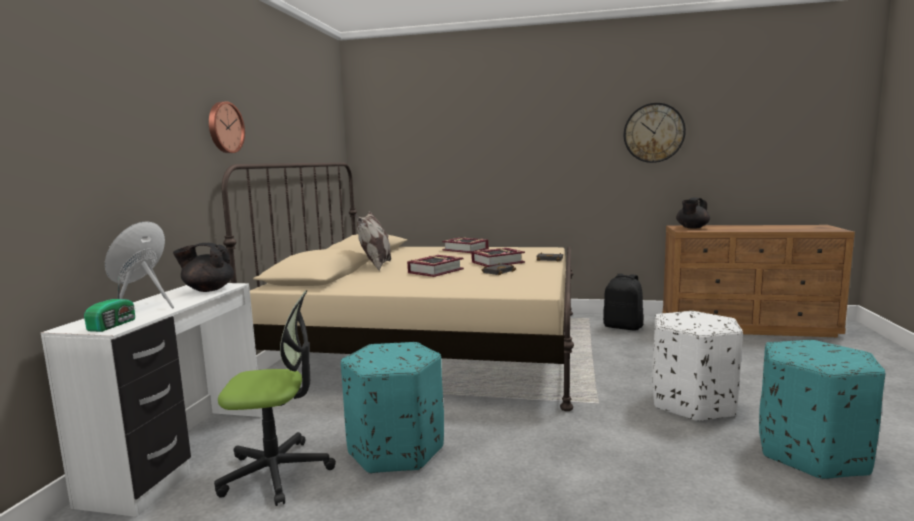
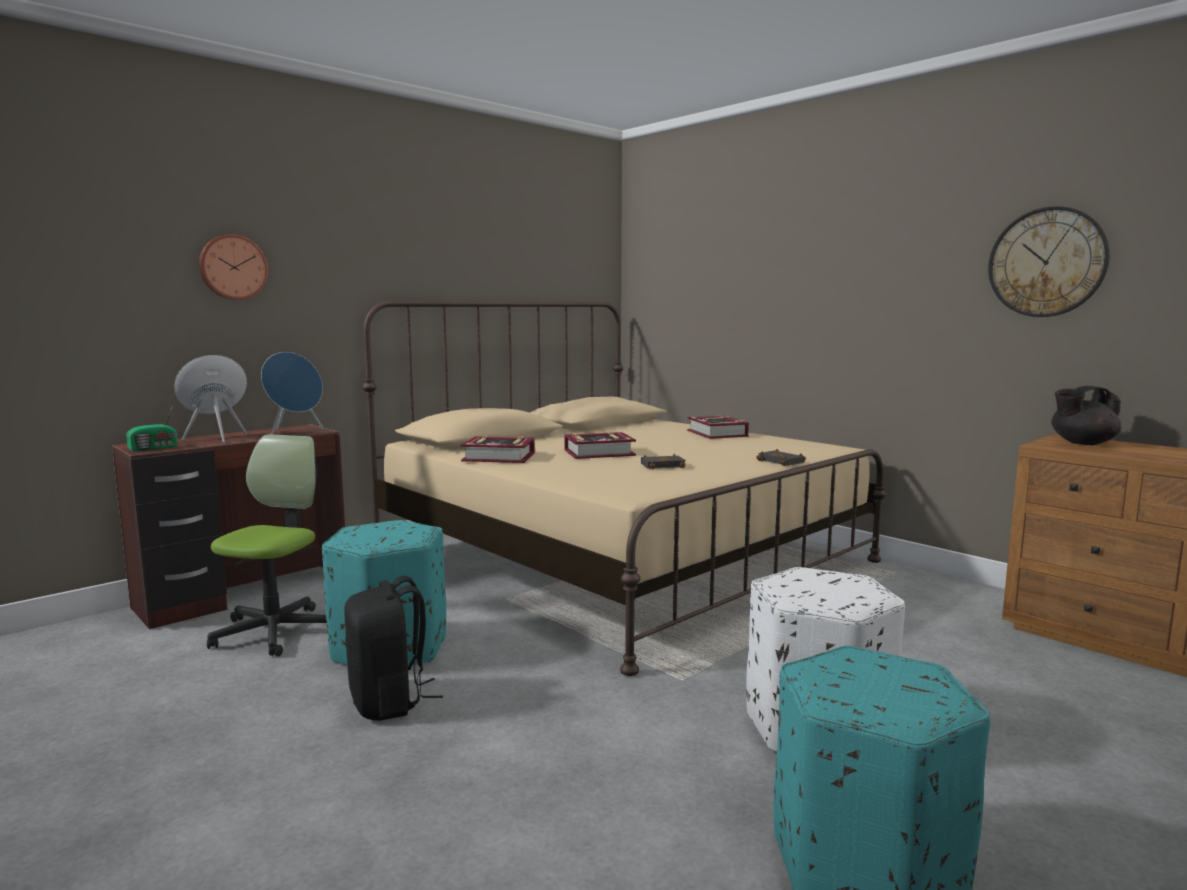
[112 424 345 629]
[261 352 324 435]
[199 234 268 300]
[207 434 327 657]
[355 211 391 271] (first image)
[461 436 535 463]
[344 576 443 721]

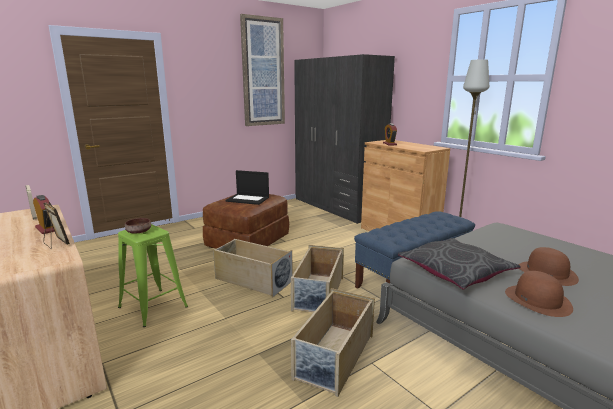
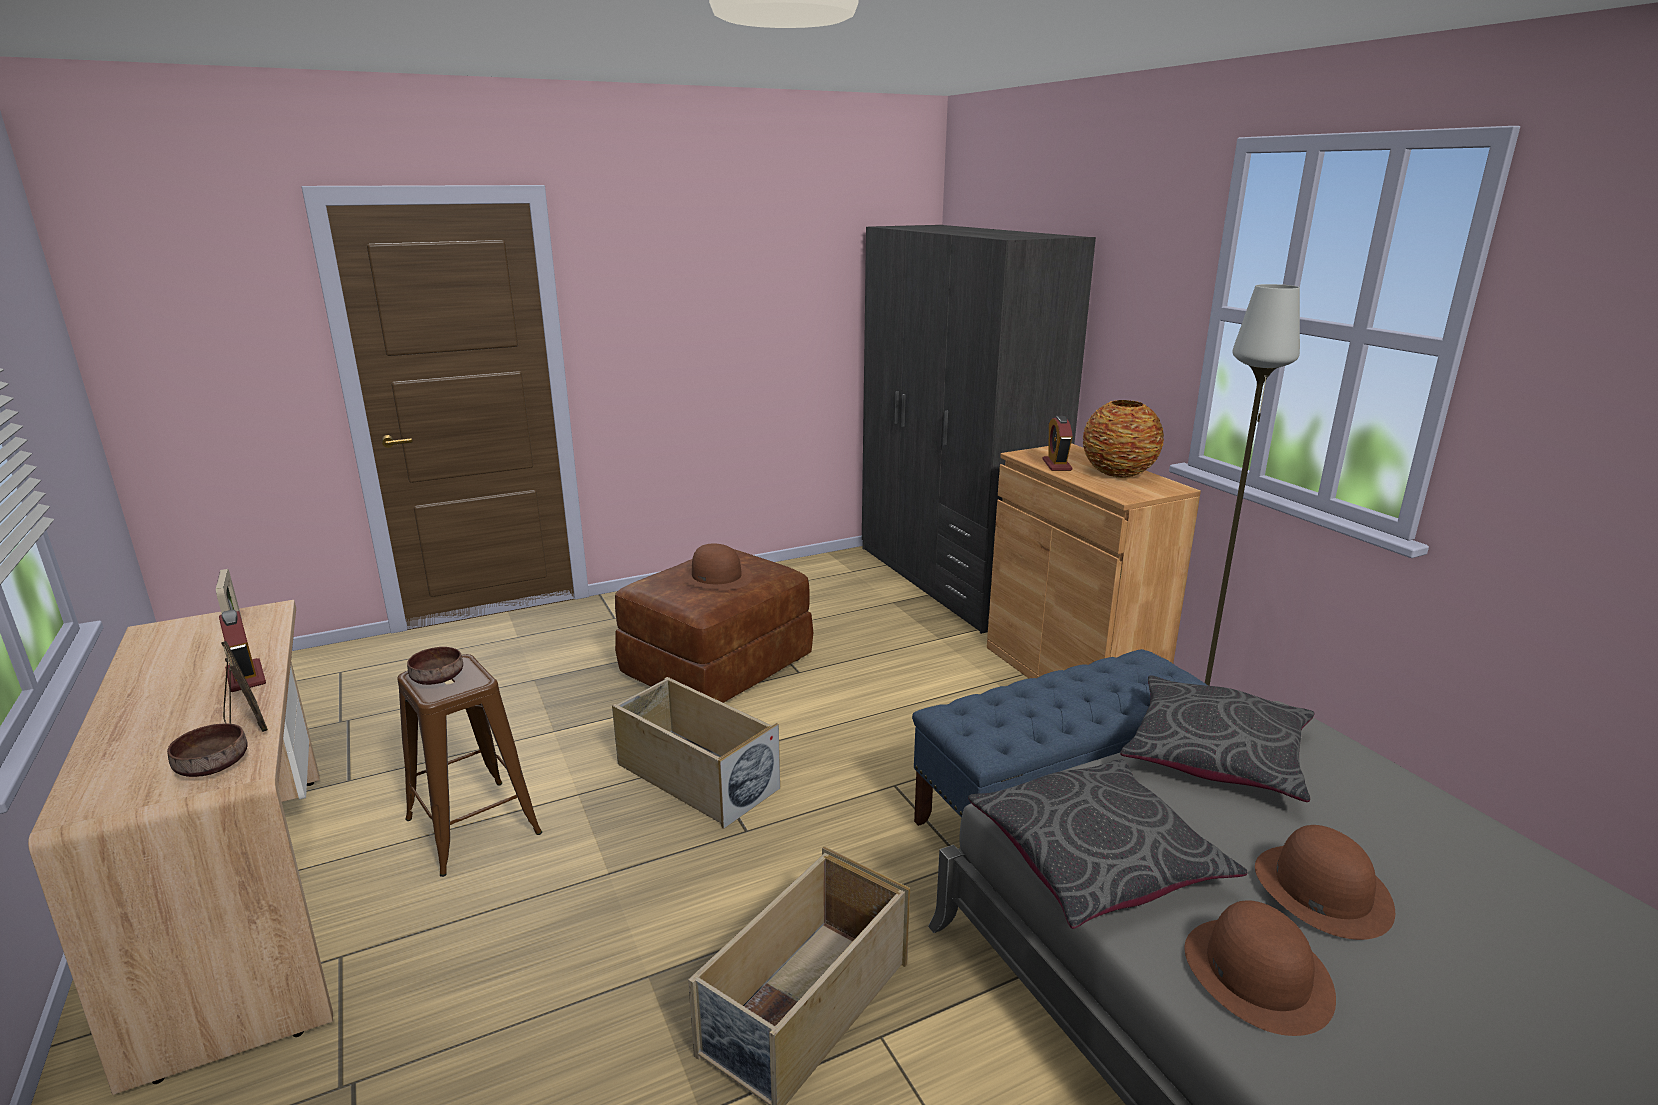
[397 654 542 877]
[681 544 753 590]
[240 14 285 126] (first image)
[291 245 344 312] (first image)
[167 724 248 777]
[1083 400 1164 478]
[1120 676 1314 802]

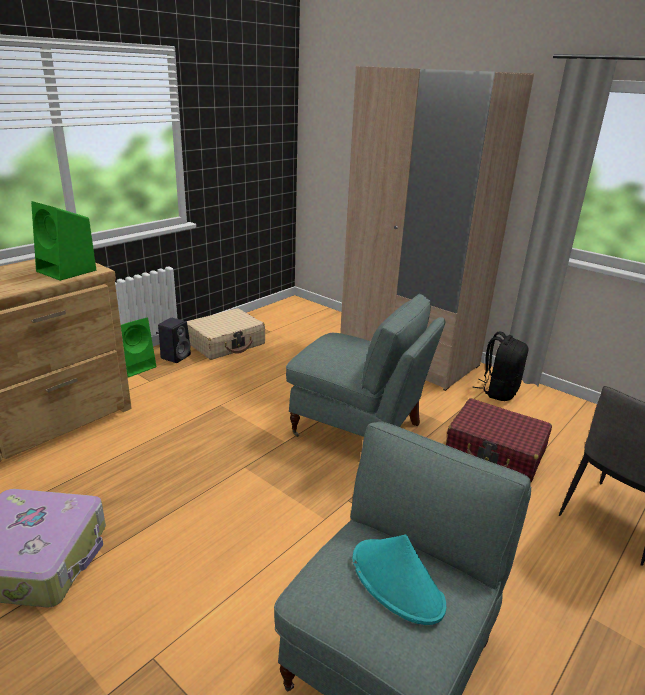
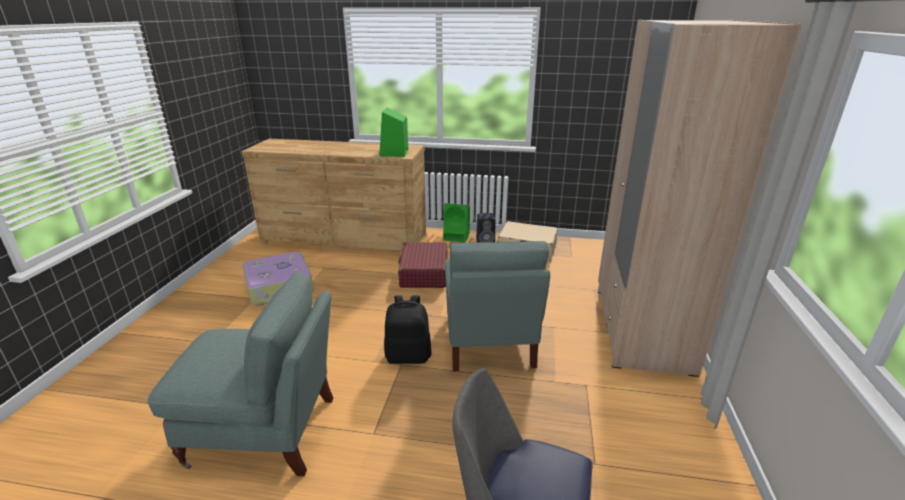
[353 534 446 625] (first image)
[398 242 448 288]
[384 295 432 364]

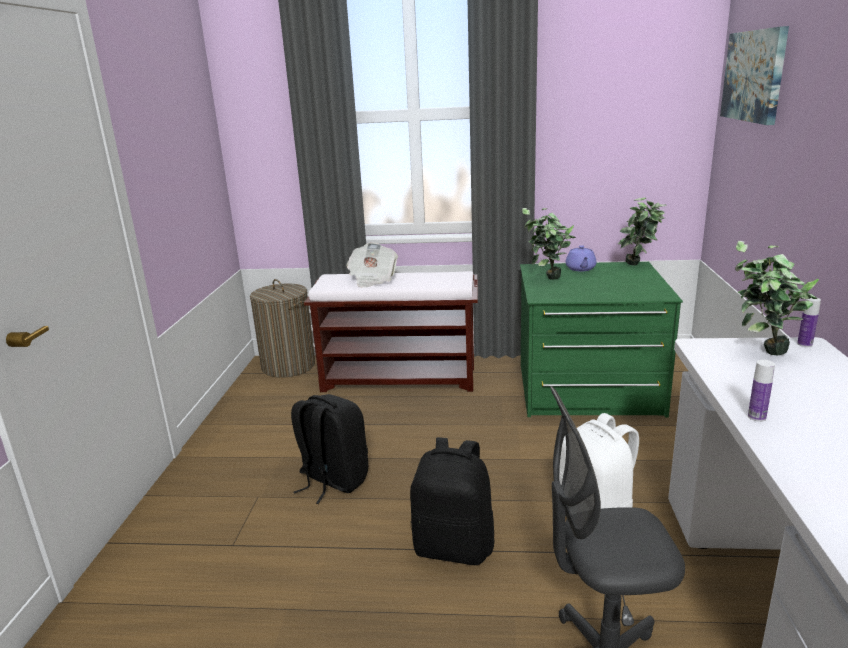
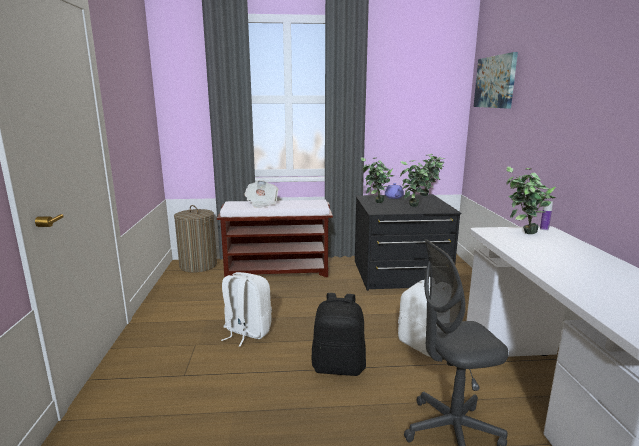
[221 272 272 347]
[355 194 462 291]
[748 360 775 422] (first image)
[400 160 430 207]

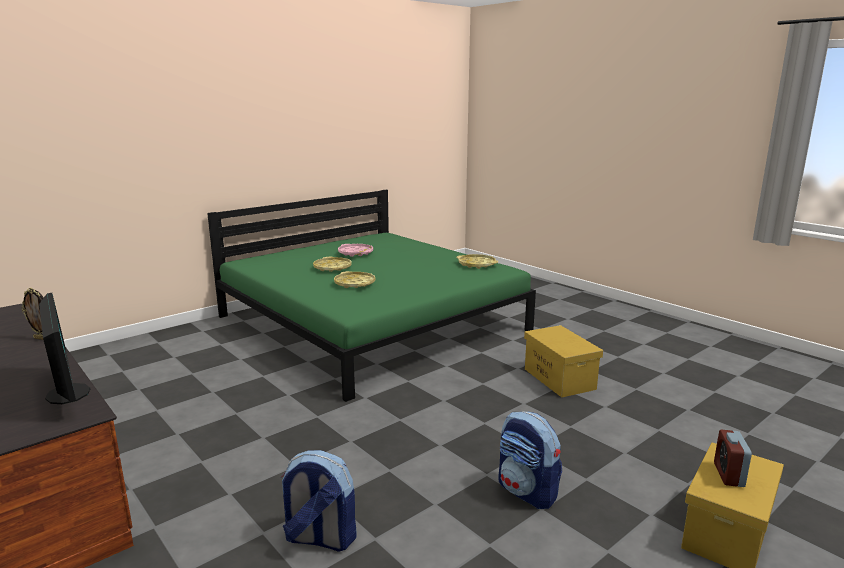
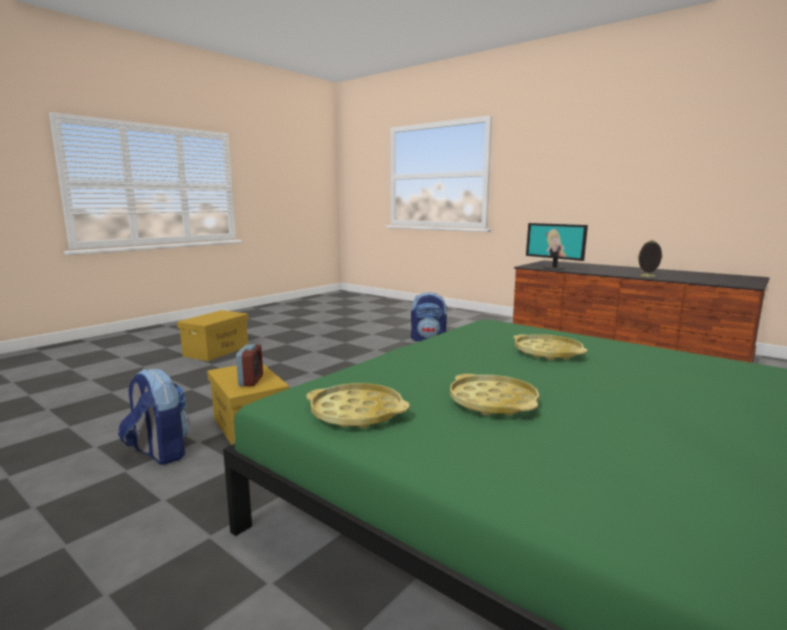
[450 374 539 416]
[338 244 373 257] (first image)
[118 369 190 464]
[236 344 263 386]

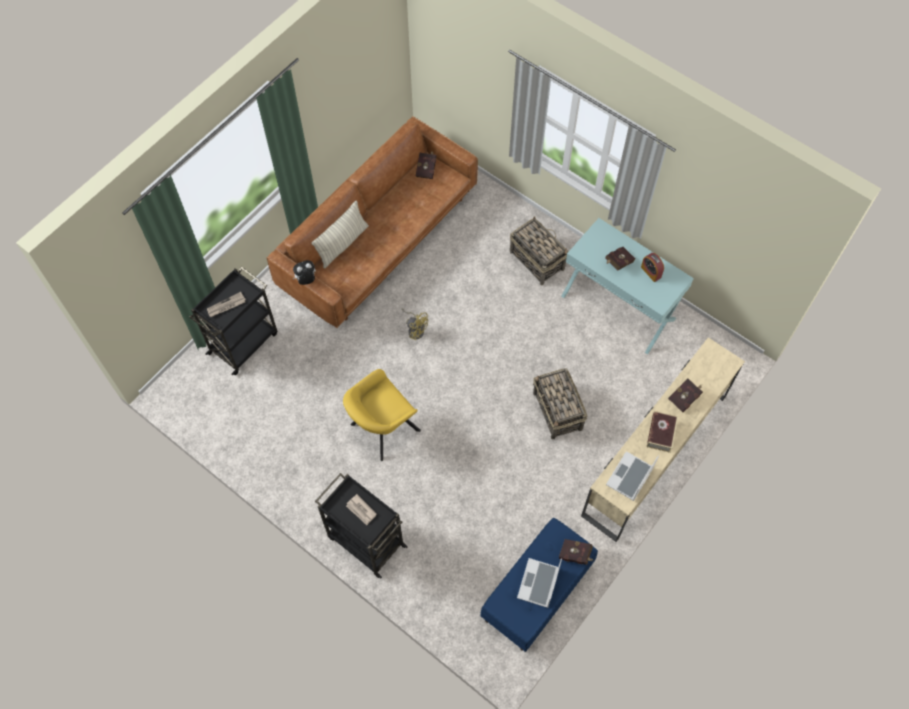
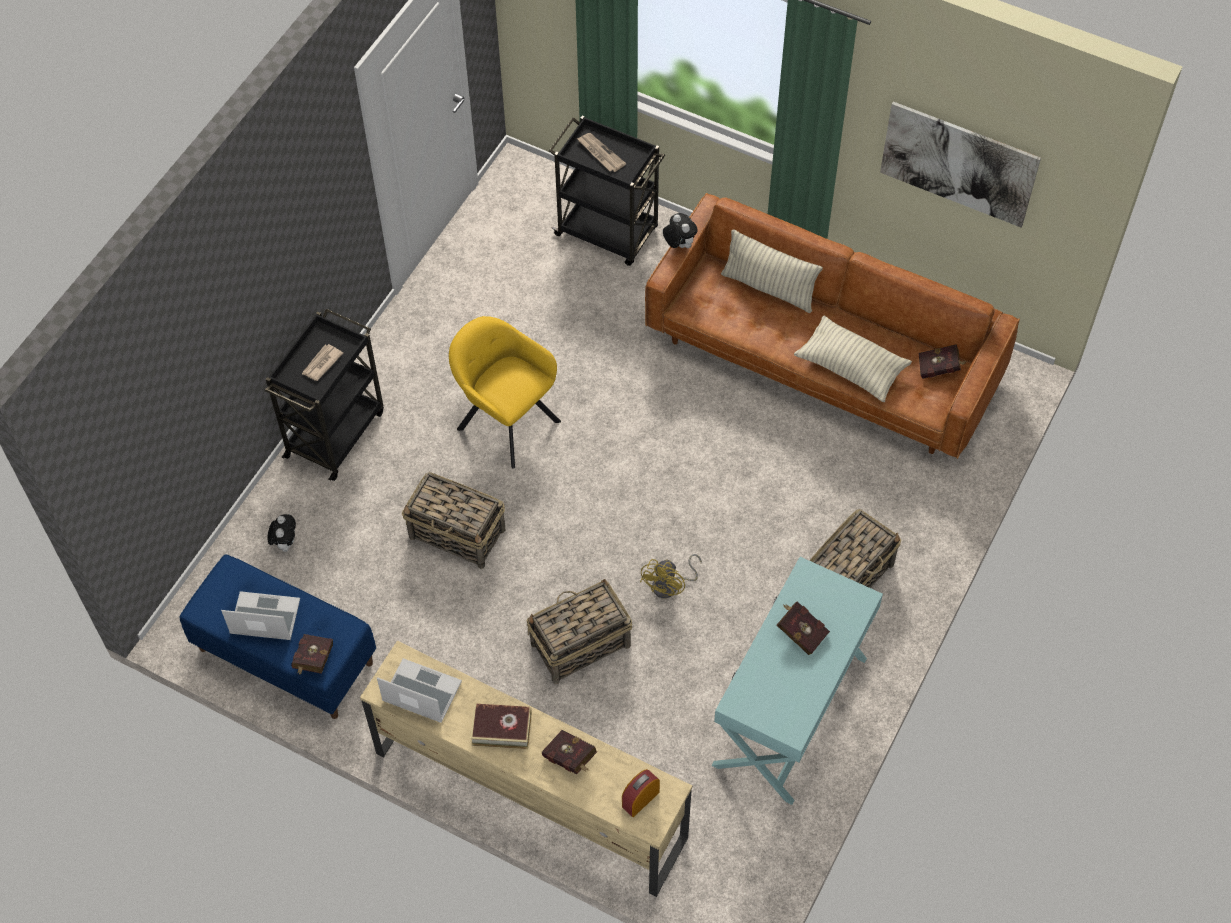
[640 554 702 598]
[622 769 660 817]
[267 514 296 552]
[402 472 505 569]
[794 316 912 402]
[880 102 1041 227]

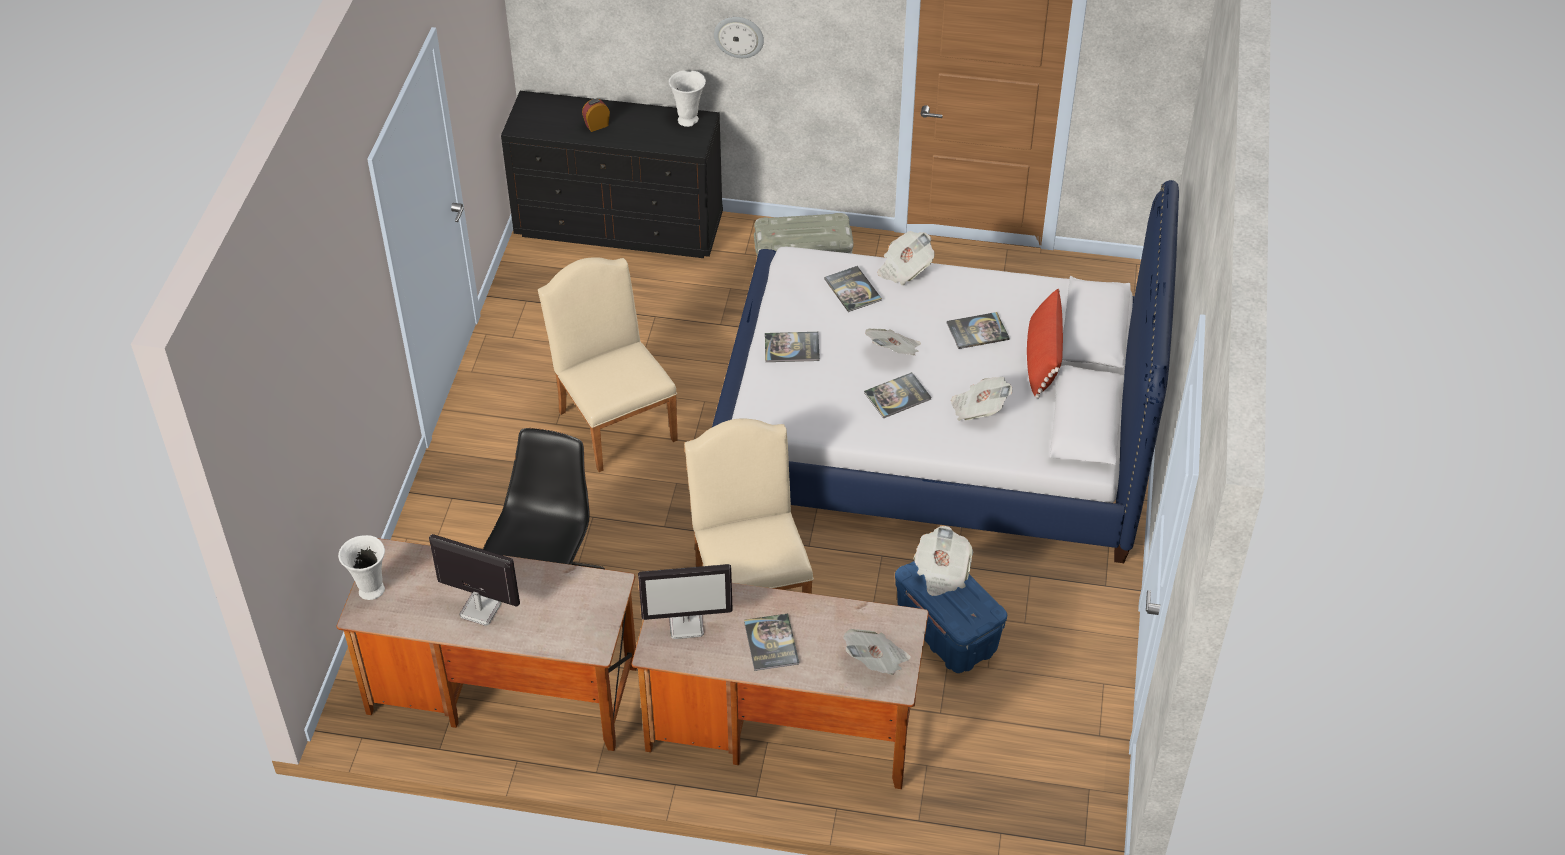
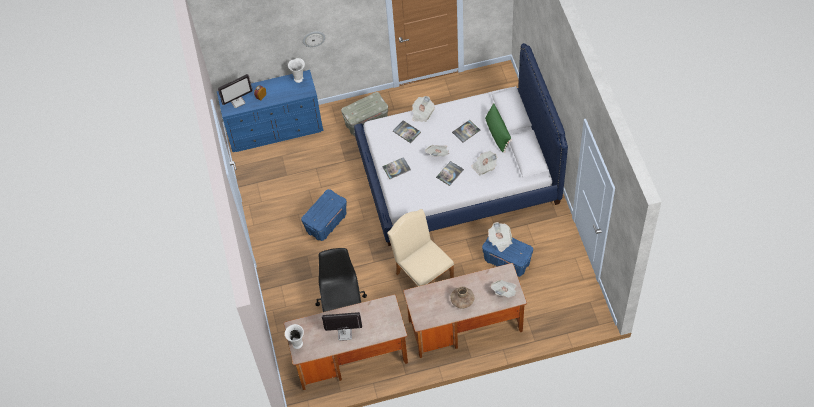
[217 70 324 152]
[301 189 347 241]
[218 74 253 108]
[450 287 474 309]
[485 103 512 153]

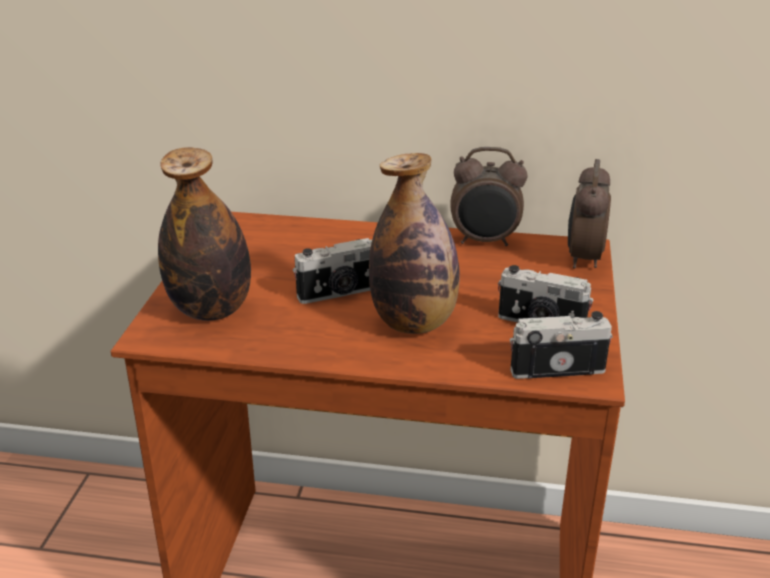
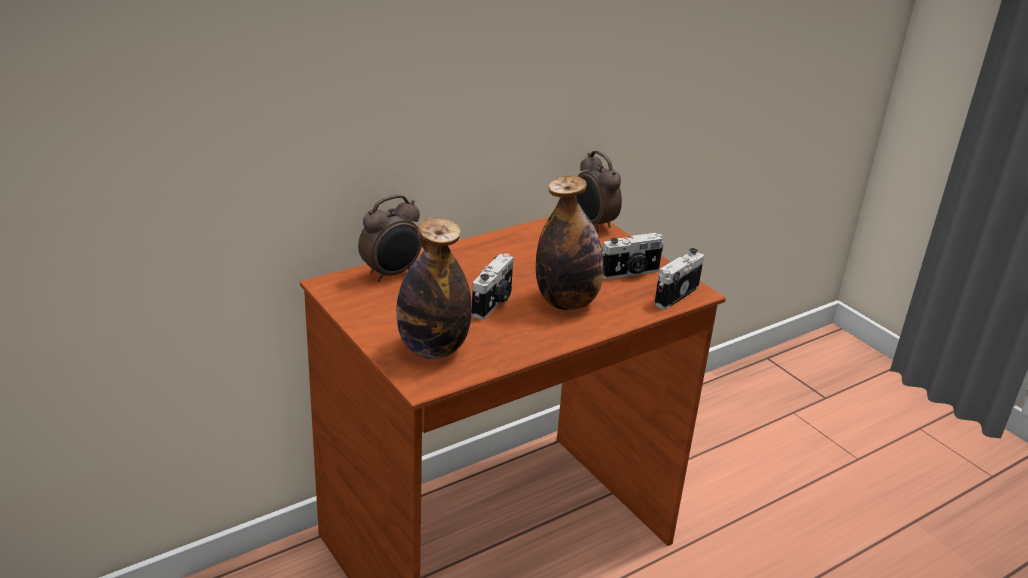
[358 195 422 282]

